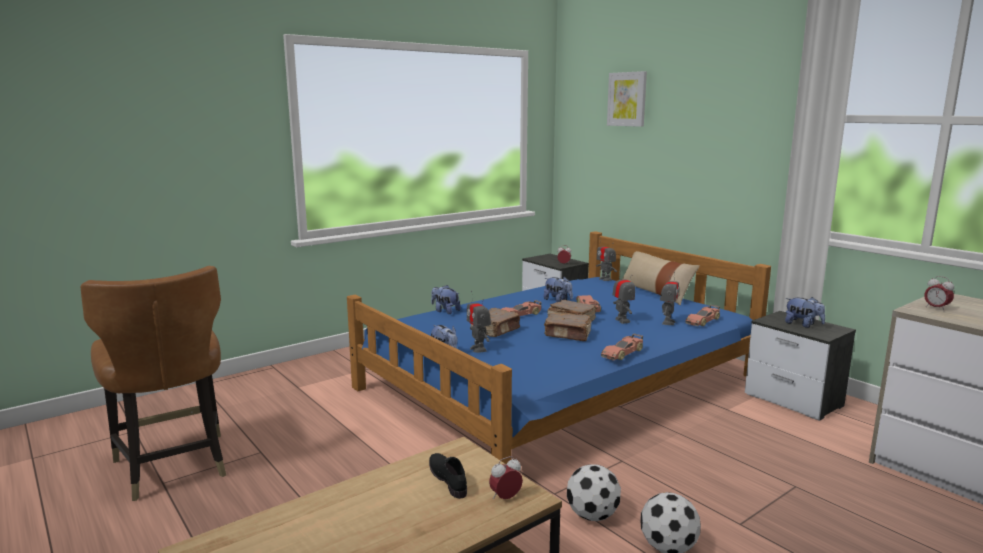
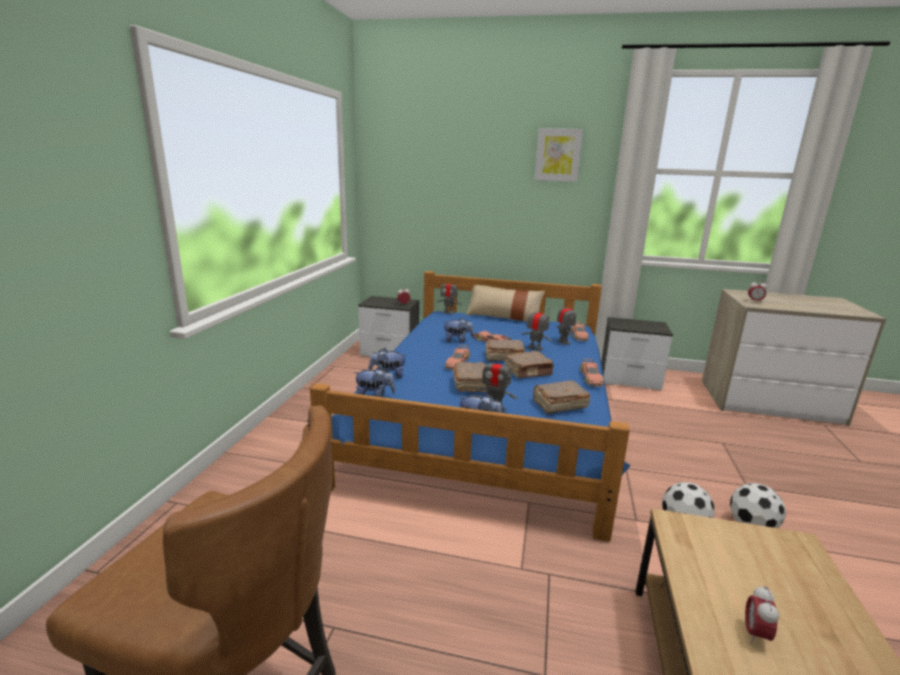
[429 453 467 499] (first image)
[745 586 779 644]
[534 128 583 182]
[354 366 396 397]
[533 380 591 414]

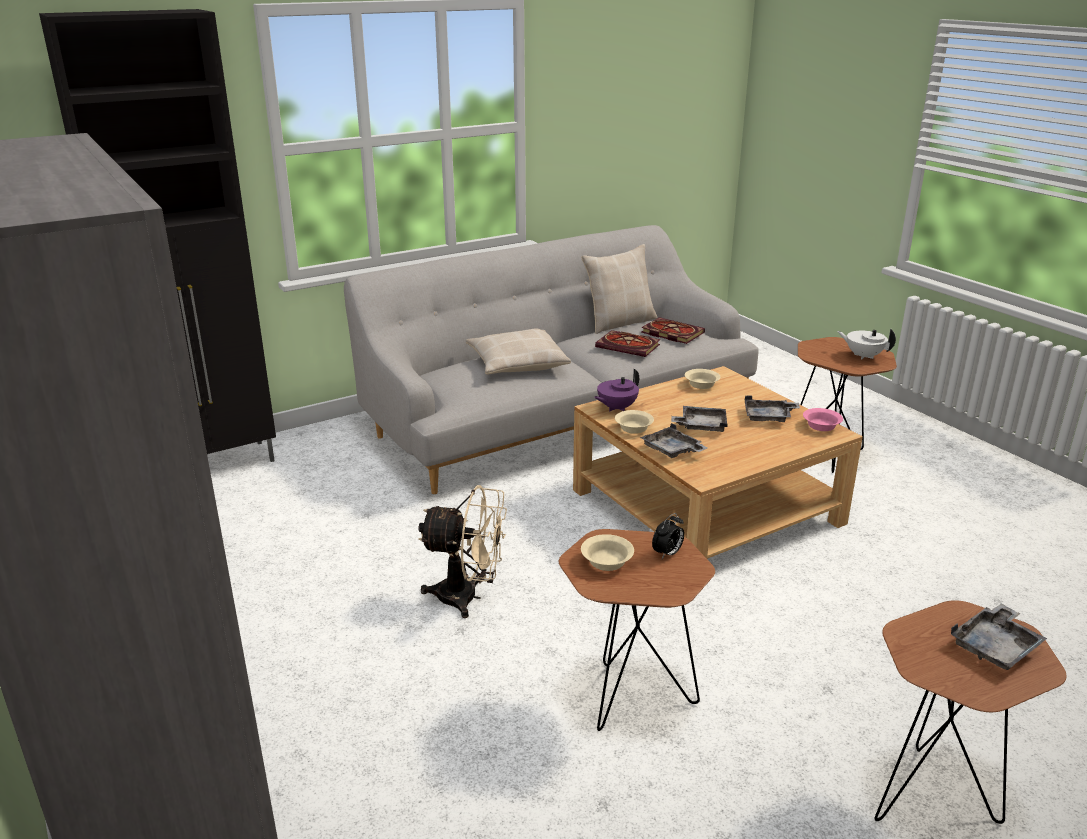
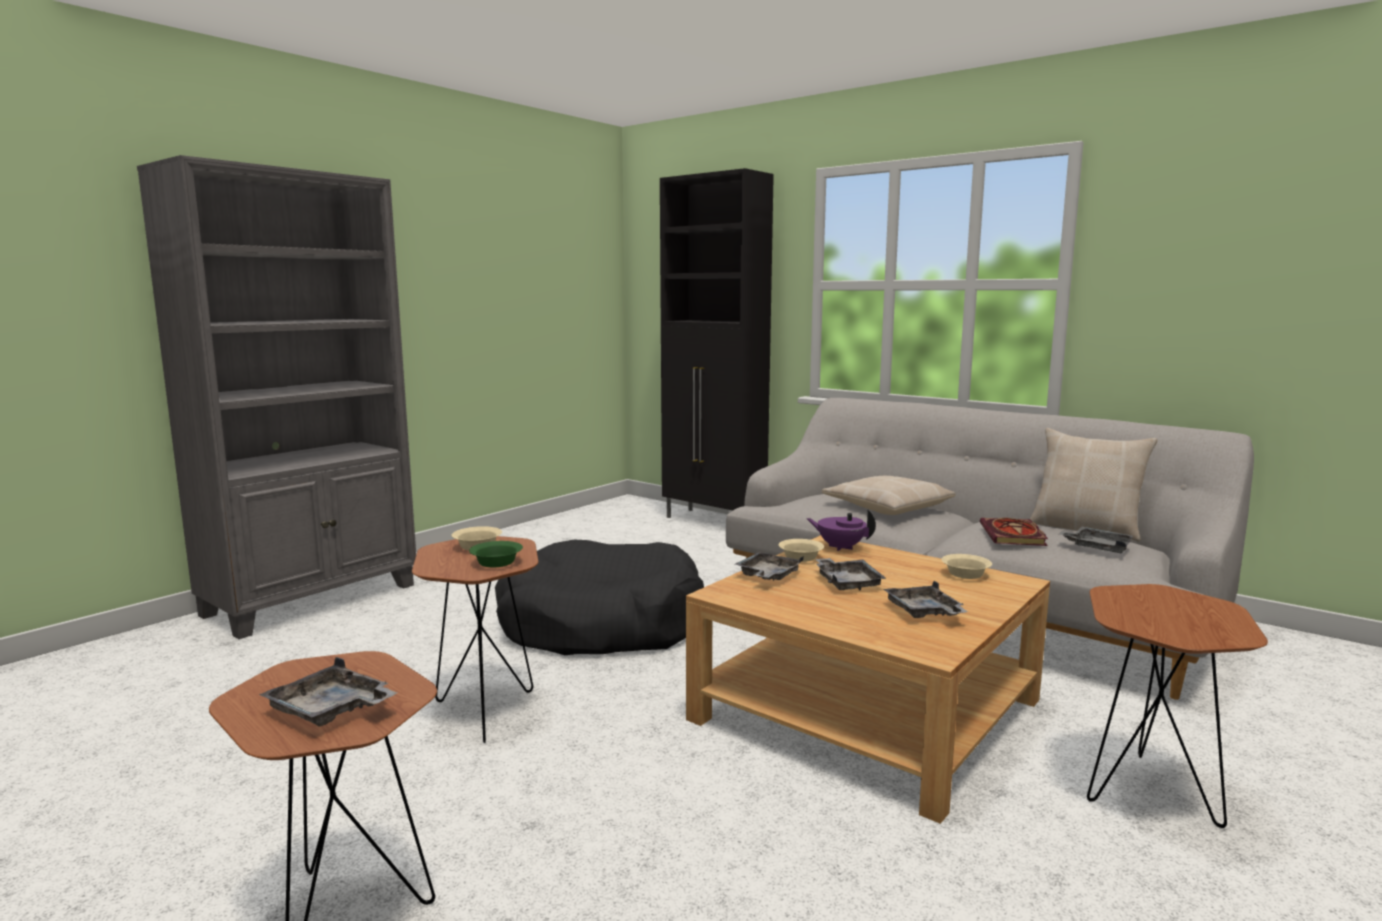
[495 540 704 655]
[1059 526 1133 553]
[469 541 523 567]
[803 408 843 431] (first image)
[837 329 896 360] (first image)

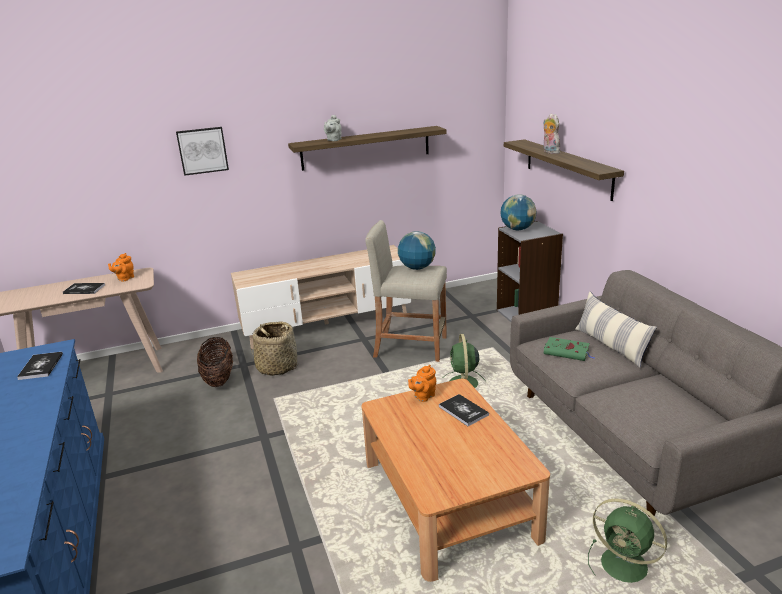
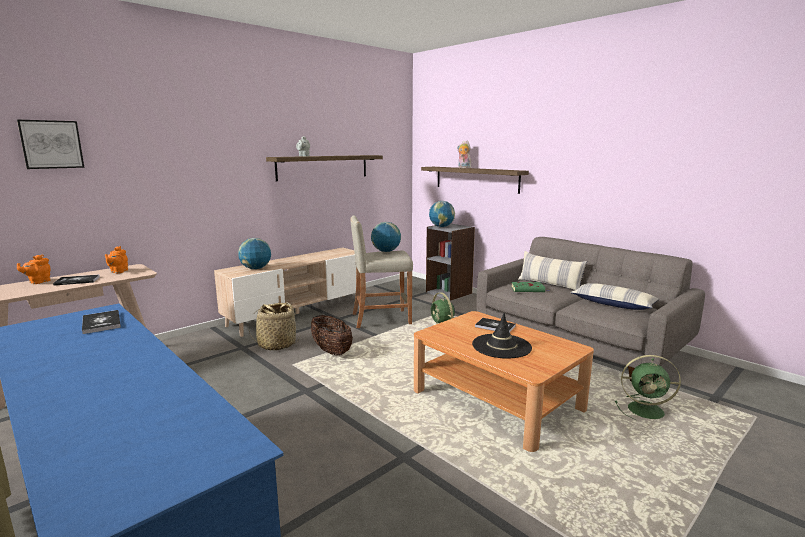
[17 120 85 169]
[311 315 353 355]
[17 254 51 284]
[238 238 271 269]
[472 313 532 359]
[571 283 659 310]

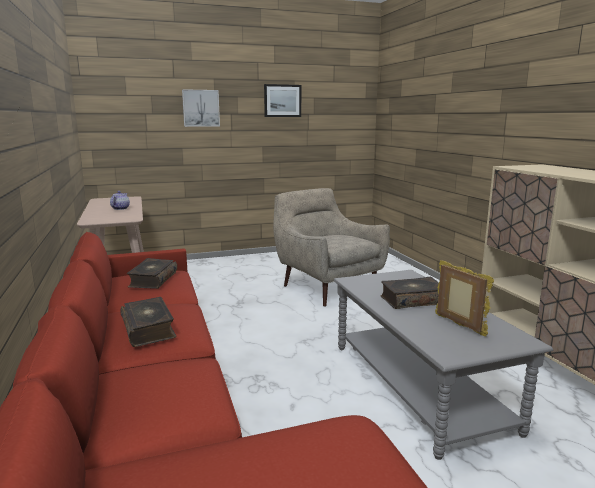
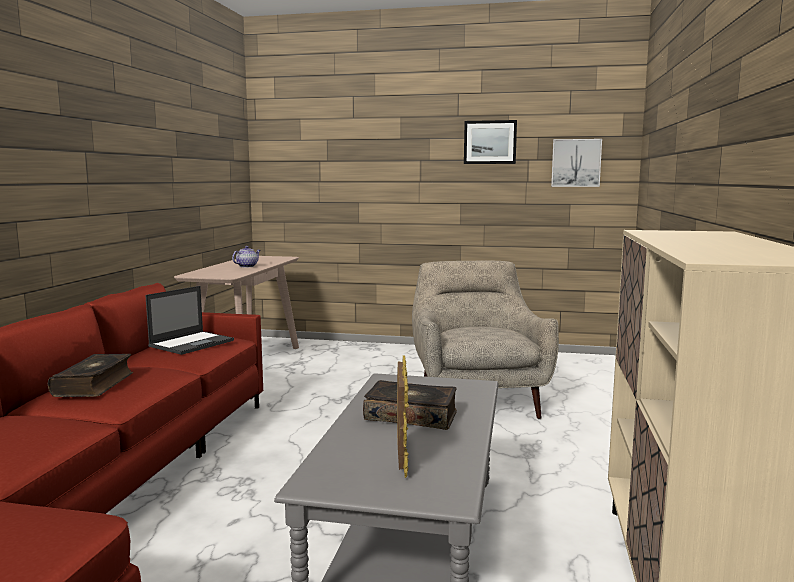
[145 286 234 355]
[551 139 602 187]

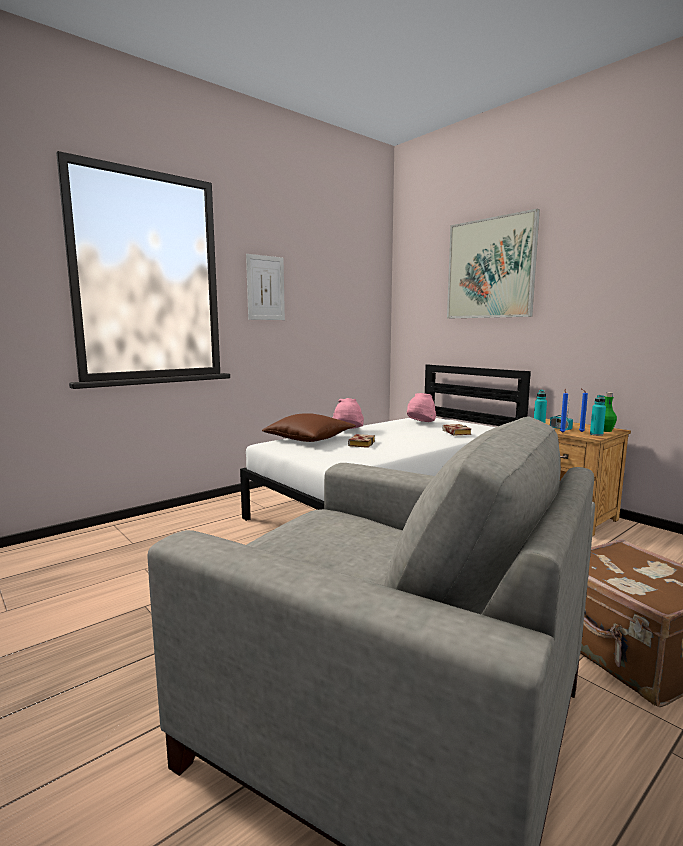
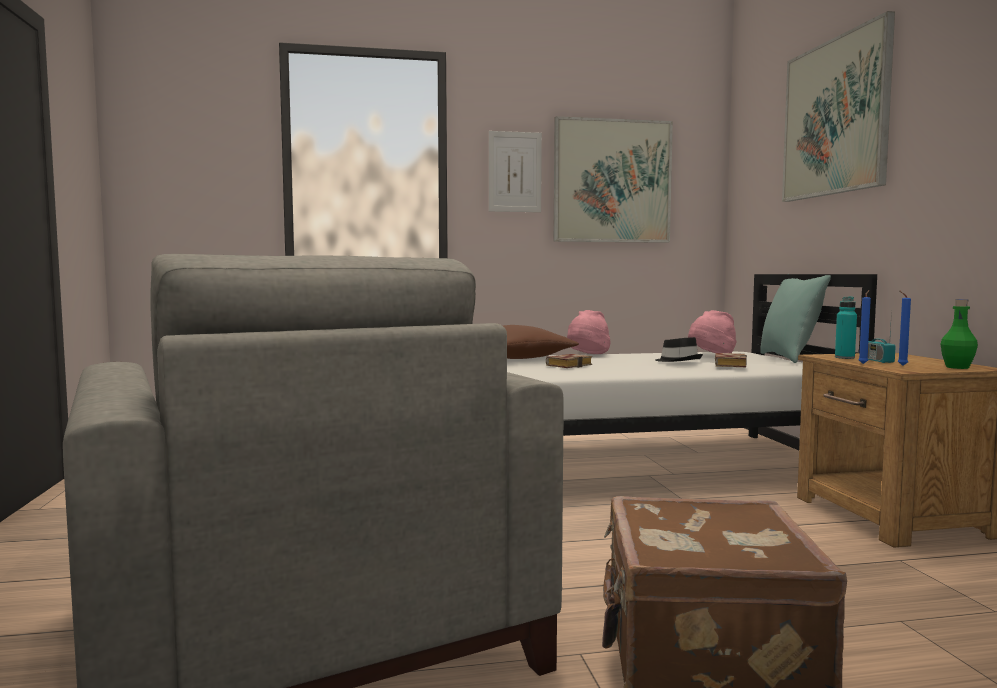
[590 395 606 436] (first image)
[554 116 673 243]
[655 337 703 362]
[760 275 831 363]

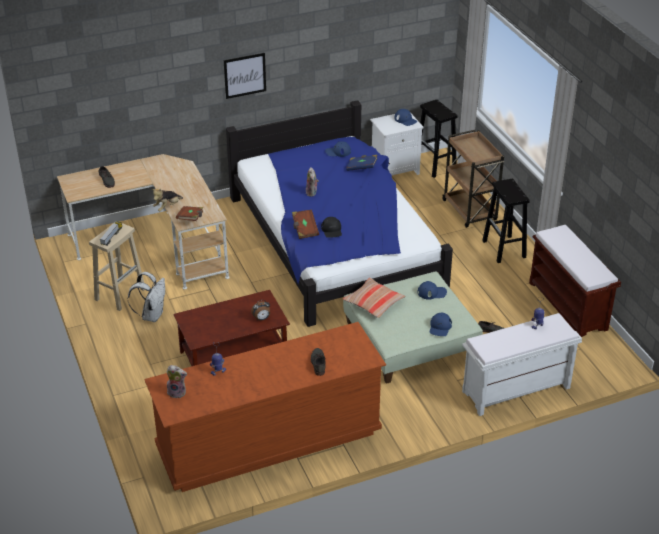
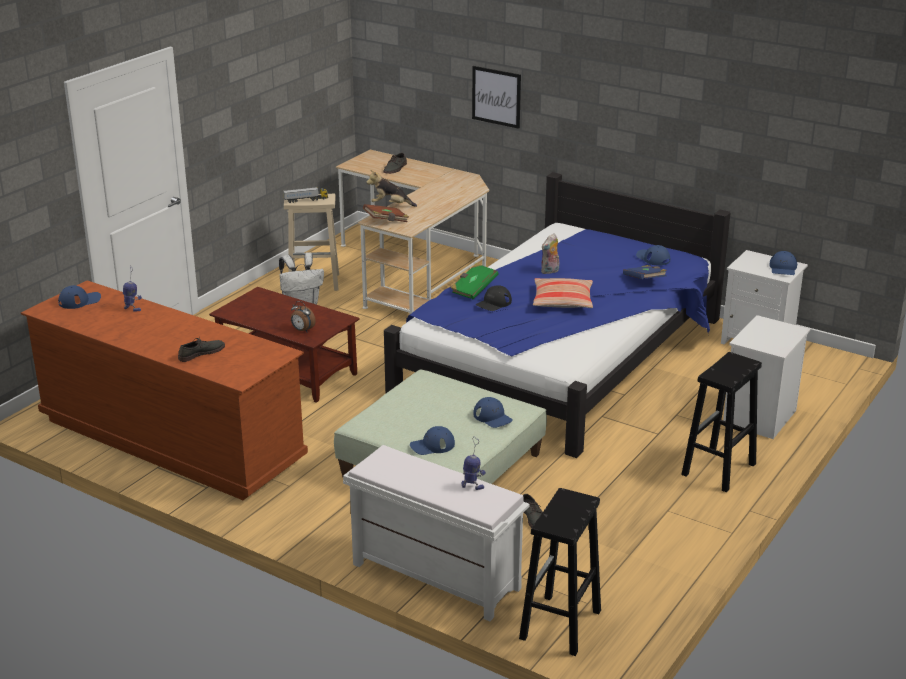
[58 285 101 309]
[472 66 521 129]
[451 263 499 299]
[533 278 593 308]
[519 488 601 656]
[723 315 810 439]
[529 225 621 337] (first image)

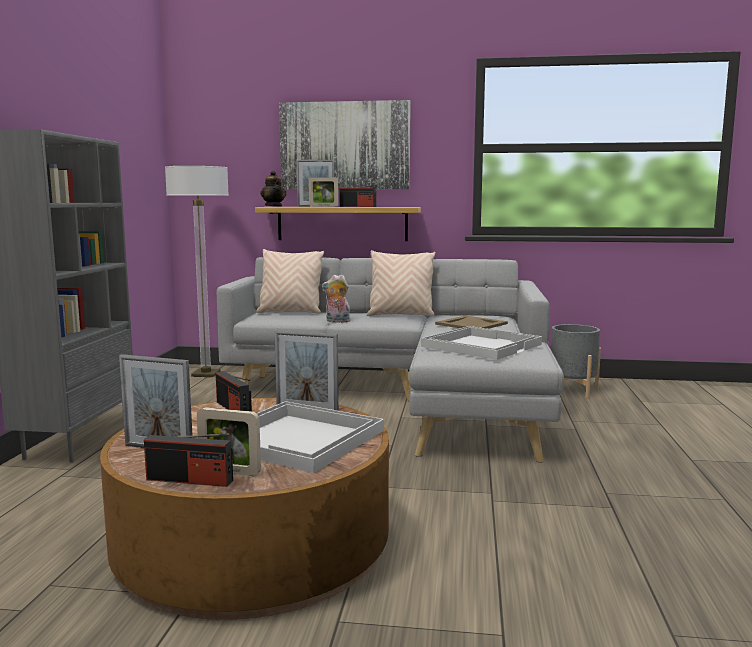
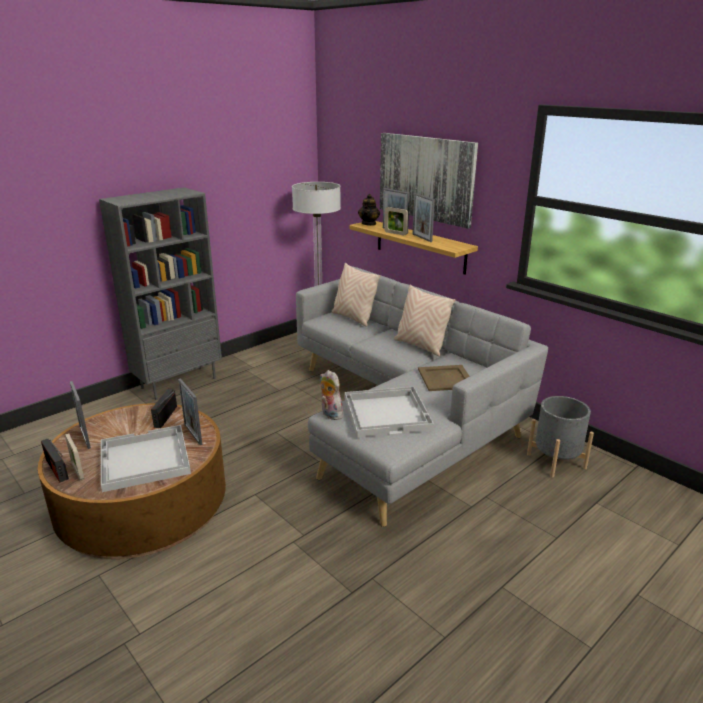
[320 370 343 420]
[412 193 435 242]

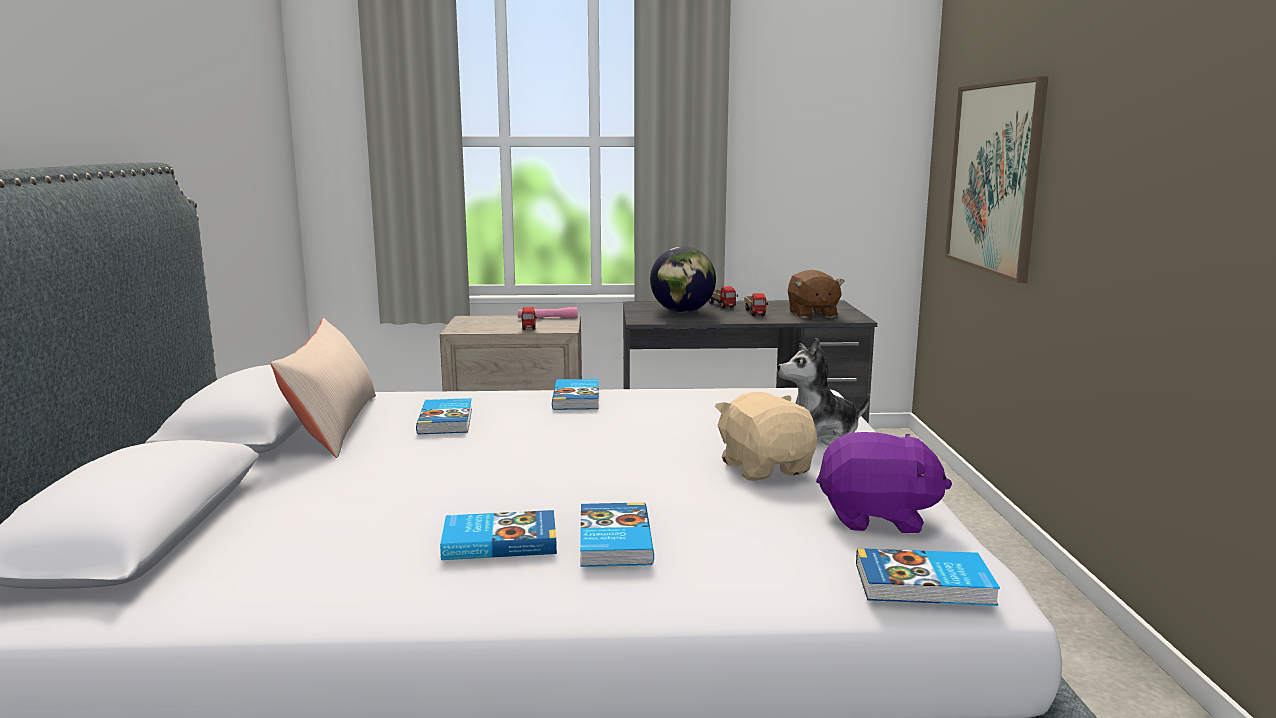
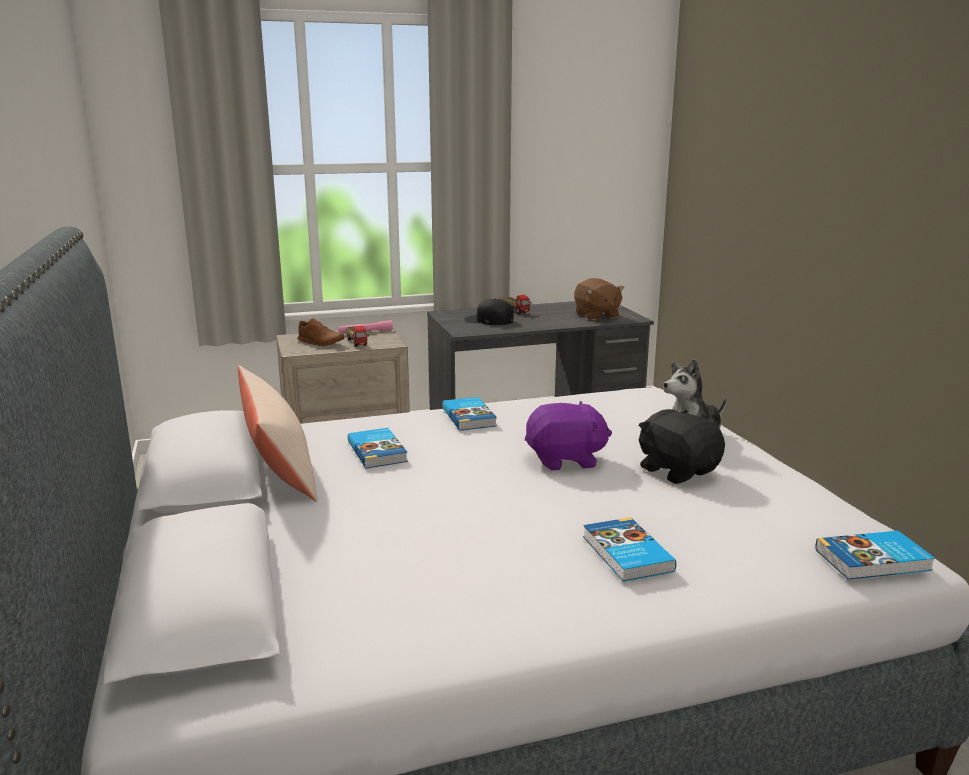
[440 510 557 560] (first image)
[464 298 514 325]
[639 409 725 484]
[745 293 768 316] (first image)
[525 401 612 471]
[945 76 1048 283] (first image)
[297 318 344 346]

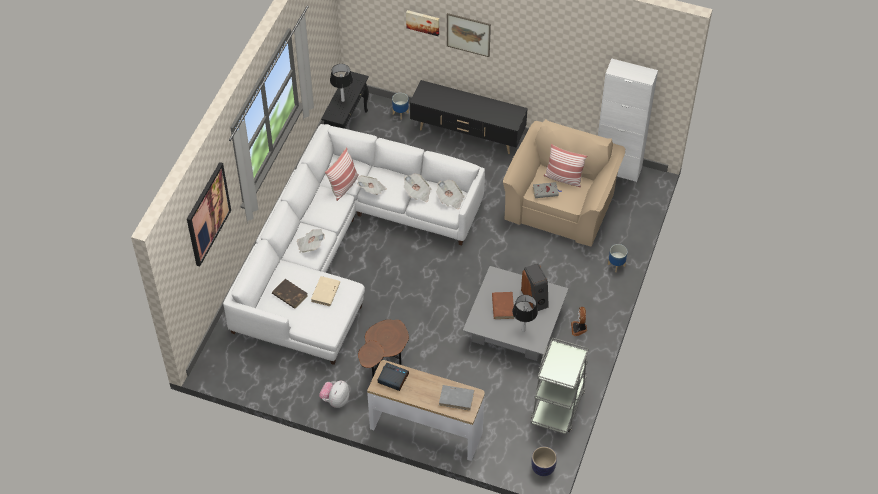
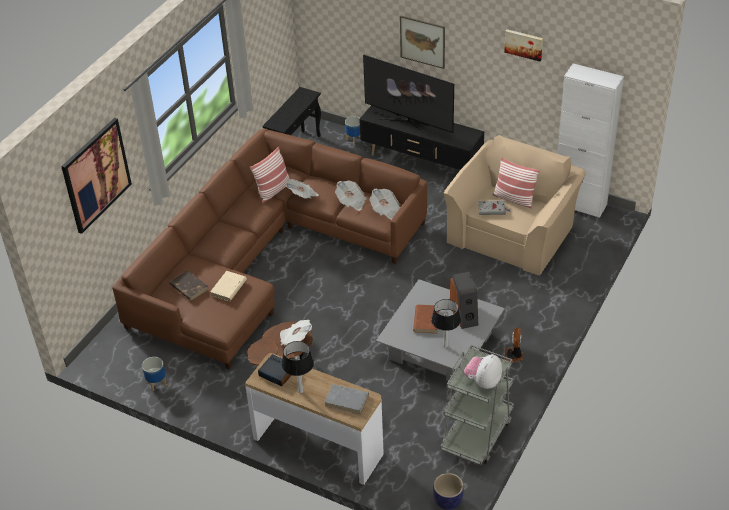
[112 129 427 369]
[280 320 312 345]
[464 354 502 389]
[282 341 314 393]
[504 29 543 61]
[142 357 167 391]
[363 55 454 137]

